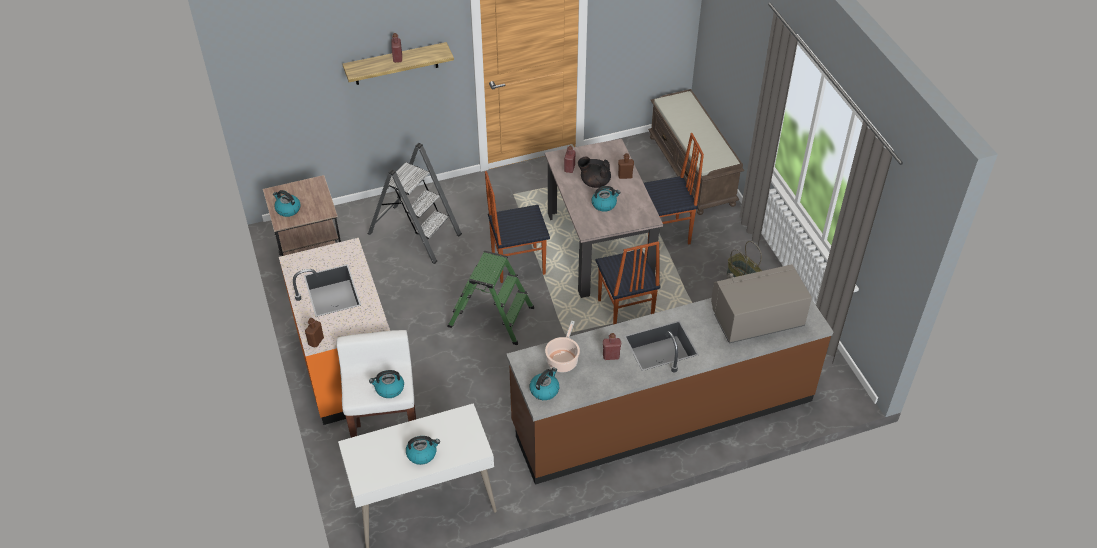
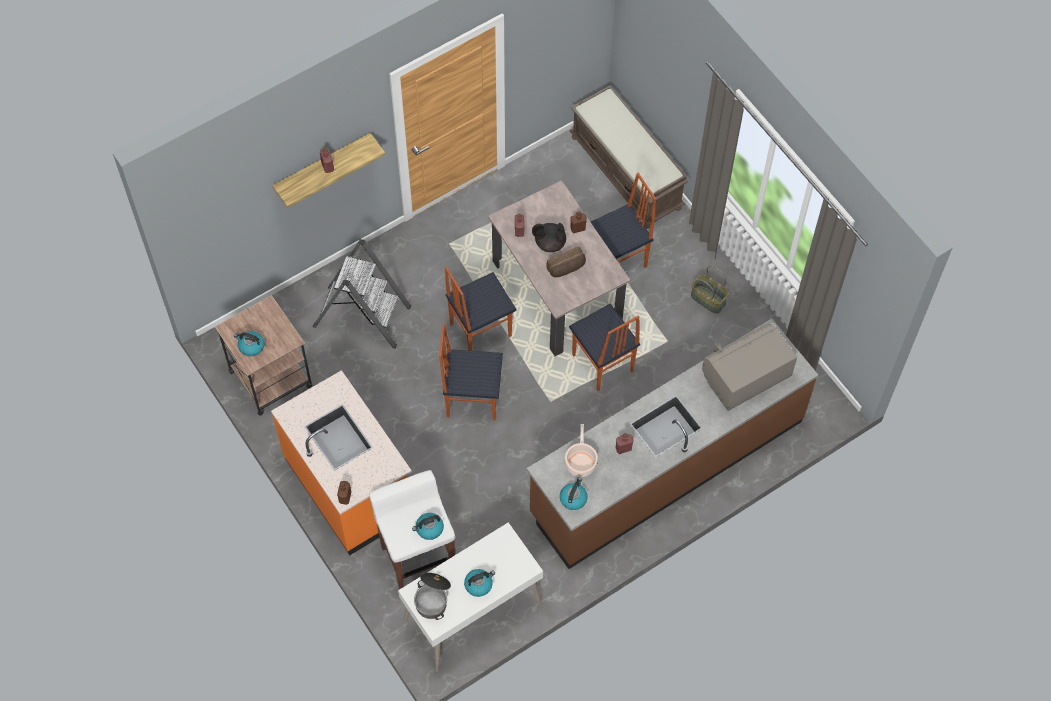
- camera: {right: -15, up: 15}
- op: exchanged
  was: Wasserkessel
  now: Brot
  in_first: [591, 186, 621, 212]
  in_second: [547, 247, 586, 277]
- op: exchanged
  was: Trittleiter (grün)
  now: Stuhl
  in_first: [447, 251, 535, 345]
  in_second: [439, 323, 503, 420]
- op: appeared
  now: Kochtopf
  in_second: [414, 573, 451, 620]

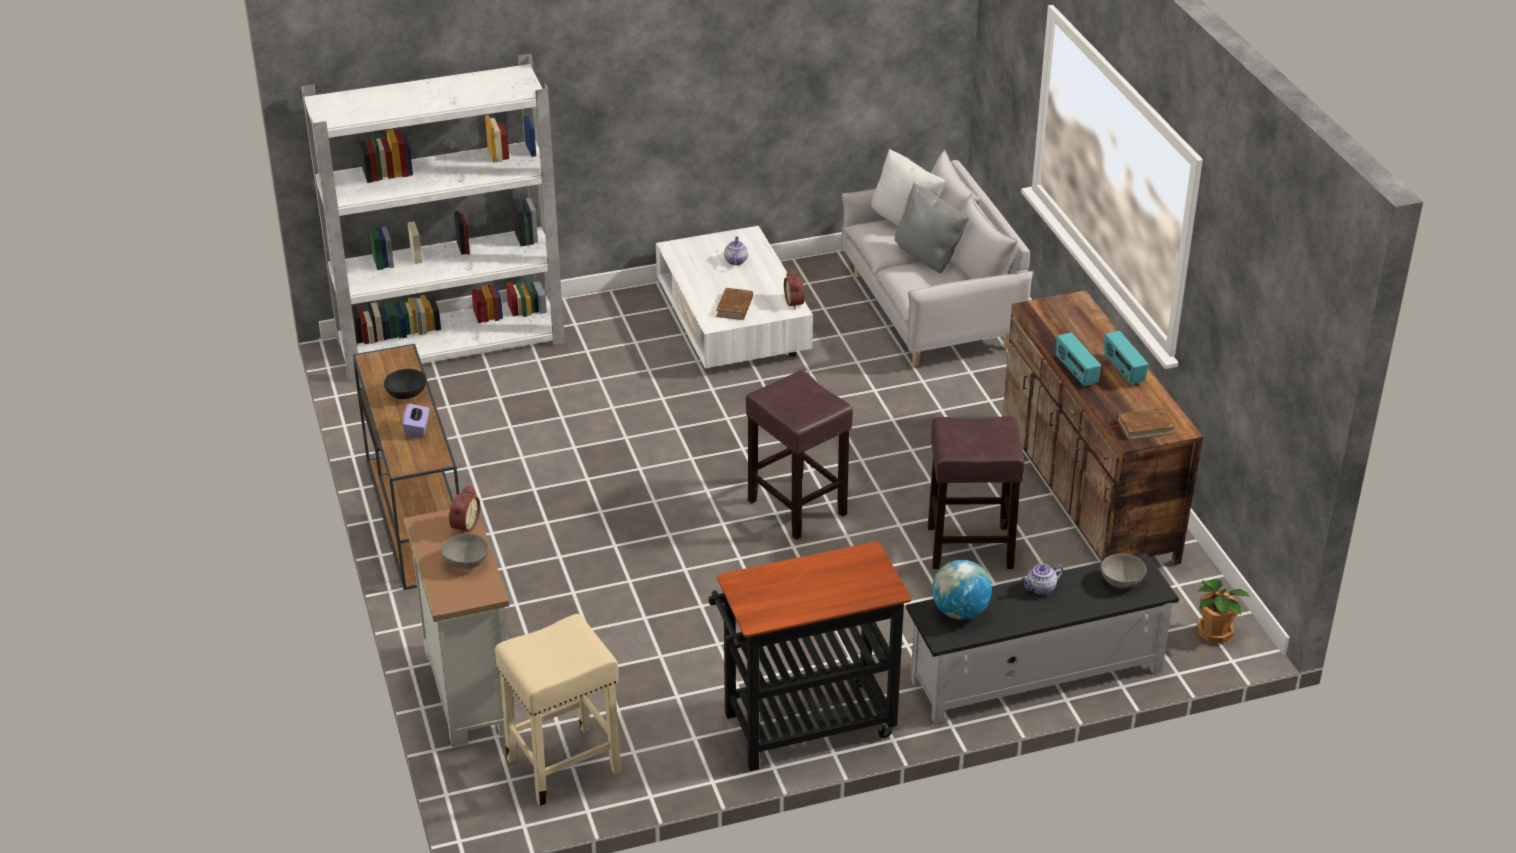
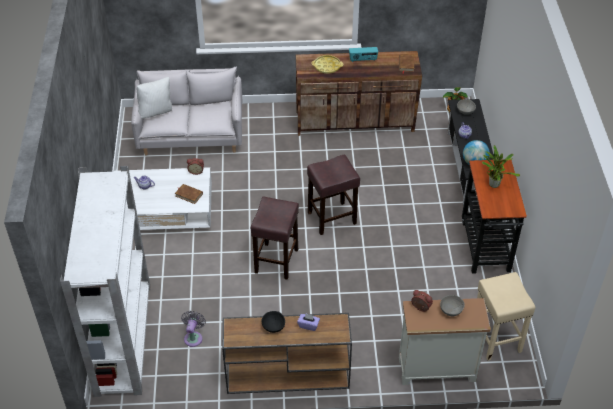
- camera: {right: -75, up: 10}
- op: missing
  was: Kissen (grau)
  in_first: [894, 183, 969, 273]
- op: missing
  was: Radio
  in_first: [1056, 332, 1101, 387]
- op: relocated
  was: Hocker (braun)
  in_first: [928, 417, 1024, 569]
  in_second: [251, 197, 299, 280]
- op: appeared
  now: Tablett (gelb)
  in_second: [312, 55, 343, 74]
- op: appeared
  now: Topfpflanze
  in_second: [482, 145, 520, 188]
- op: appeared
  now: Ventilator (grau)
  in_second: [181, 311, 206, 347]

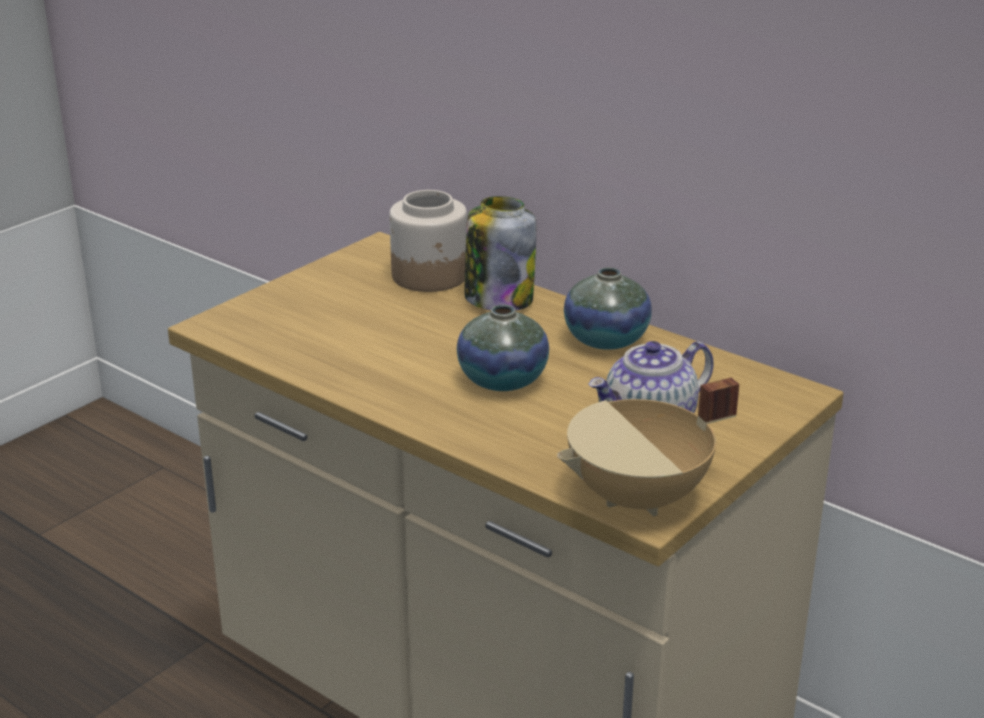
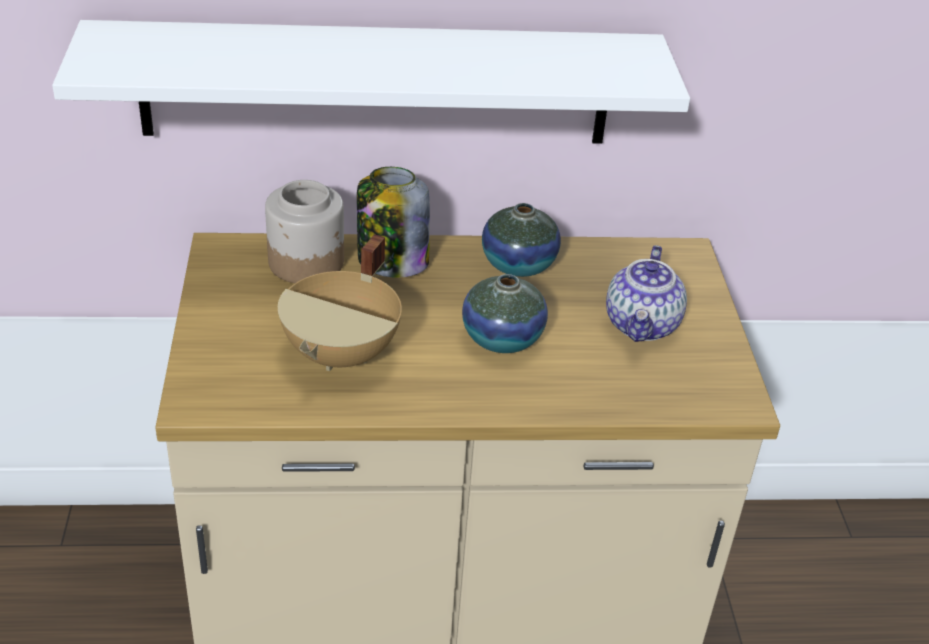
- camera: {right: -45, up: 10}
- op: relocated
  was: Kochtopf (beige)
  in_first: [557, 378, 739, 516]
  in_second: [278, 234, 402, 371]
- op: appeared
  now: Wandregal (weiß)
  in_second: [52, 20, 690, 144]

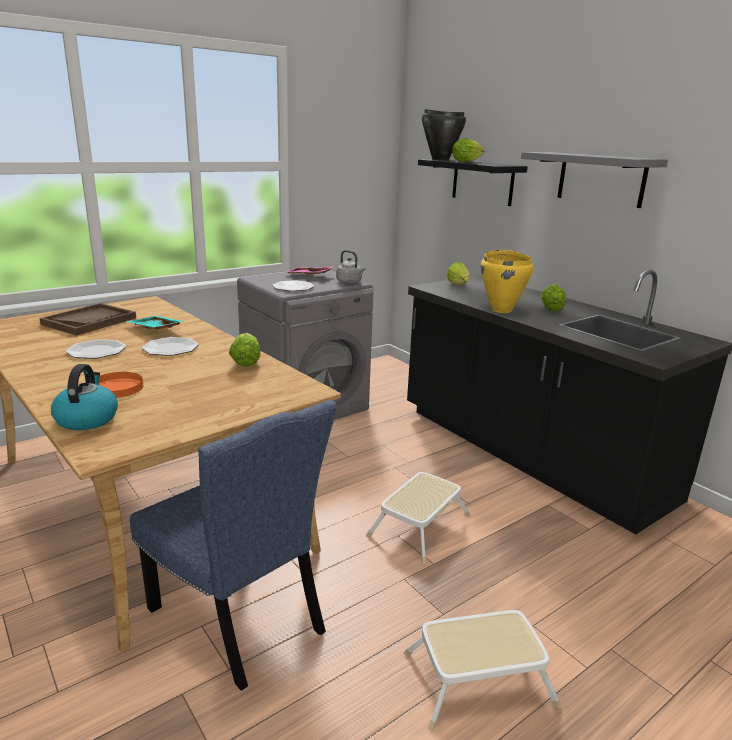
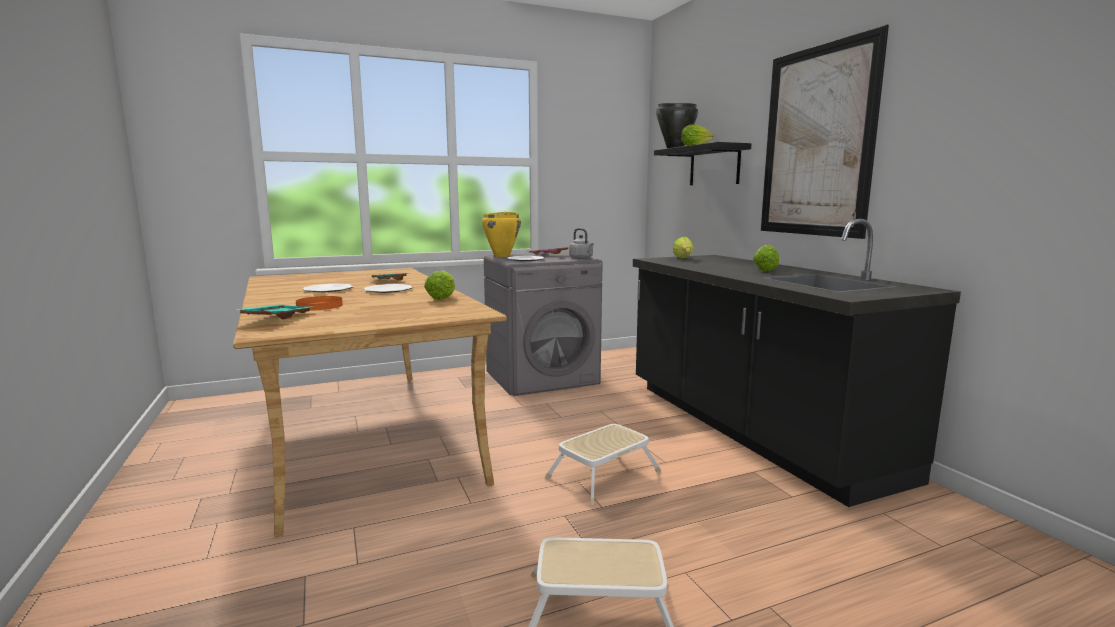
- camera: {right: 15, up: -10}
- op: exchanged
  was: Wandregal (grau)
  now: Bild
  in_first: [521, 152, 668, 208]
  in_second: [761, 25, 889, 239]
- op: relocated
  was: Kochtopf (gelb)
  in_first: [481, 250, 534, 313]
  in_second: [482, 212, 521, 257]
- op: missing
  was: Tablett (braun)
  in_first: [40, 303, 136, 336]
- op: exchanged
  was: Wasserkessel
  now: Tablett (türkis)
  in_first: [51, 364, 118, 430]
  in_second: [236, 304, 310, 319]
- op: missing
  was: Stuhl (blau)
  in_first: [130, 400, 337, 691]

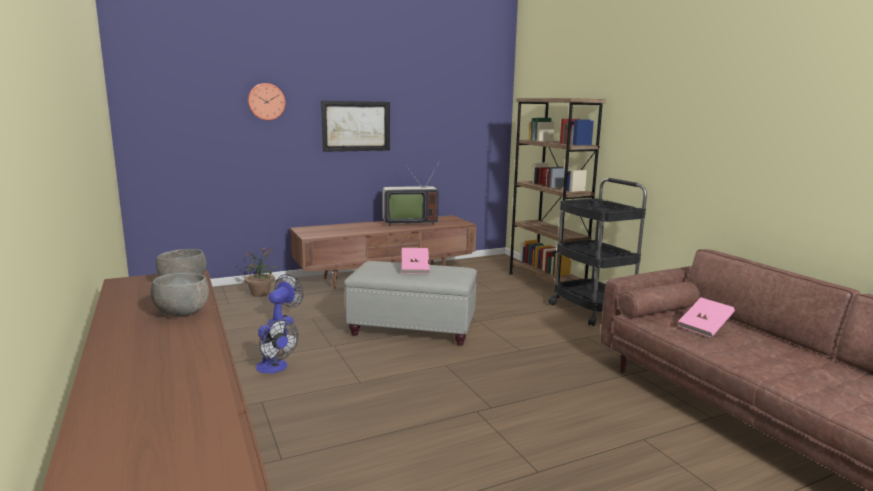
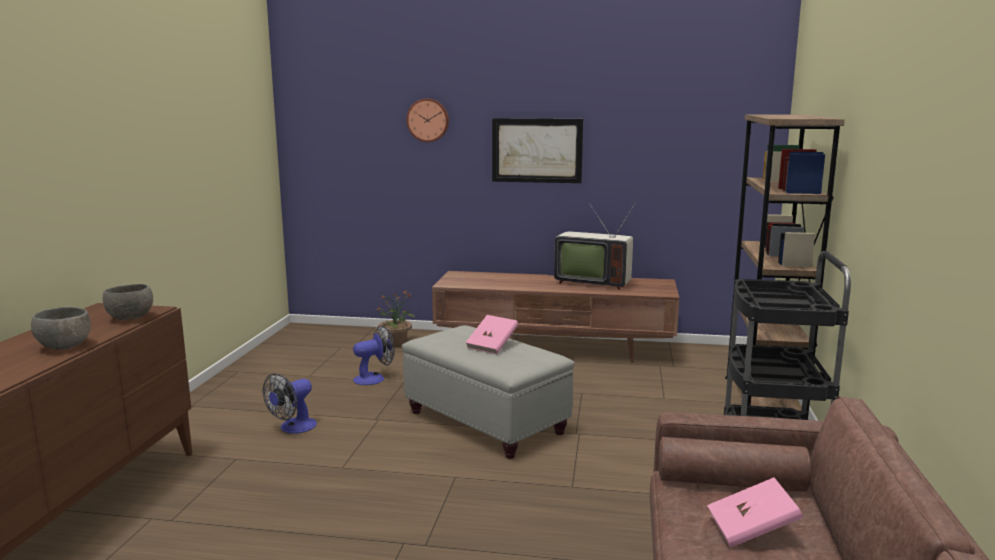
- camera: {right: 35, up: 0}
- op: spun
  was: Ventilator
  in_first: [256, 319, 298, 374]
  in_second: [263, 373, 317, 434]
  clockwise: 45

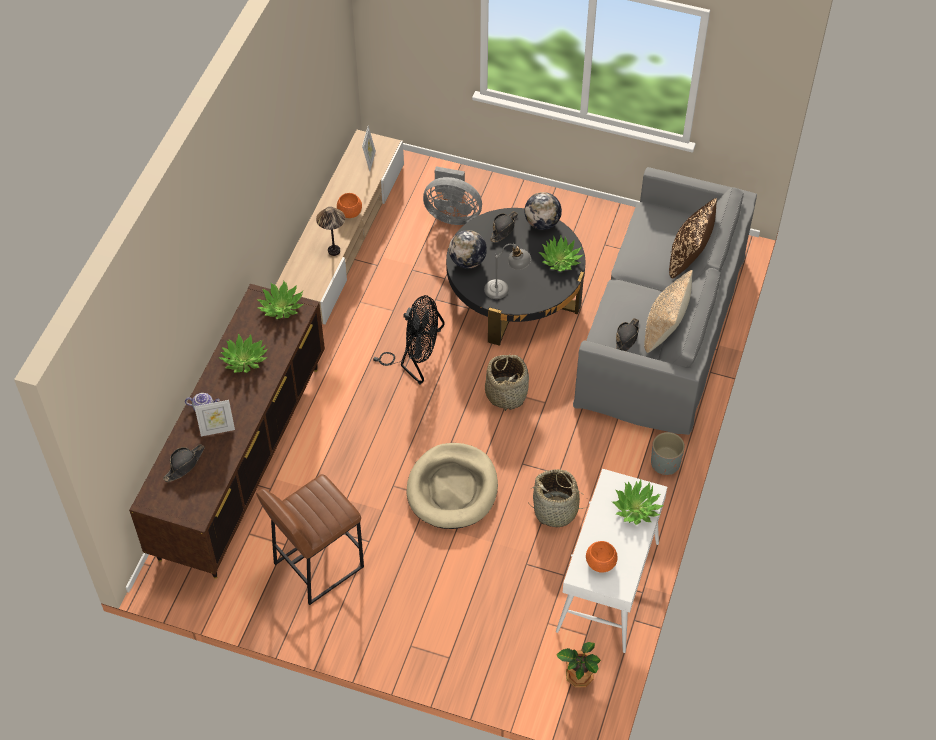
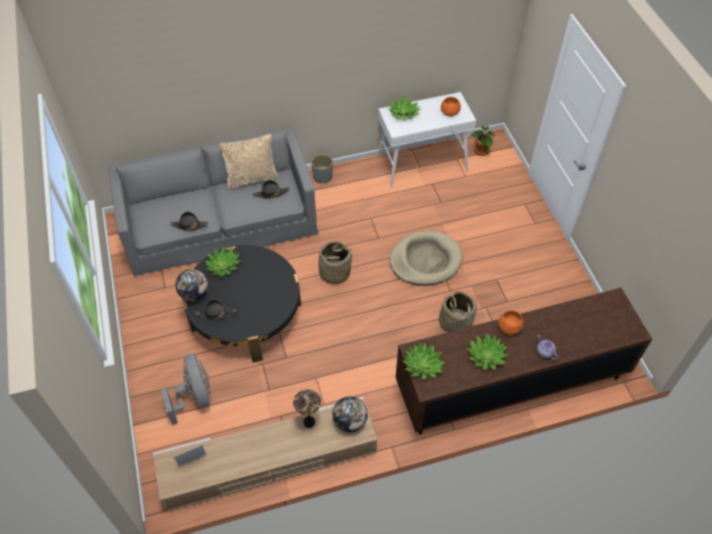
- camera: {right: -125, up: 0}
- op: relocated
  was: Schüssel (orange)
  in_first: [337, 193, 362, 218]
  in_second: [498, 310, 524, 335]
- op: missing
  was: Kissen (braun)
  in_first: [669, 198, 717, 279]
- op: relocated
  was: Globus
  in_first: [449, 230, 487, 268]
  in_second: [332, 397, 368, 432]
- op: missing
  was: Tischlampe (grau)
  in_first: [484, 243, 531, 299]
- op: missing
  was: Ventilator (schwarz)
  in_first: [373, 295, 445, 385]
- op: missing
  was: Bilderrahmen
  in_first: [194, 400, 235, 436]
- op: relocated
  was: Hut (schwarz)
  in_first: [163, 444, 205, 482]
  in_second: [170, 212, 208, 230]
- op: relocated
  was: Korb
  in_first: [528, 469, 589, 527]
  in_second: [439, 291, 477, 332]
- op: missing
  was: Hocker (braun)
  in_first: [256, 474, 364, 605]

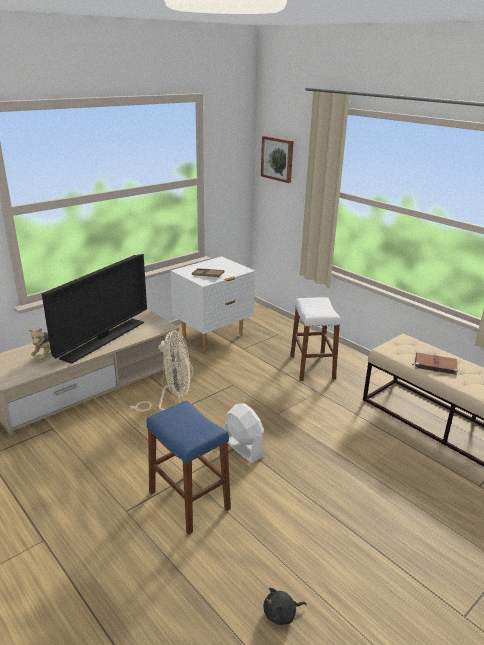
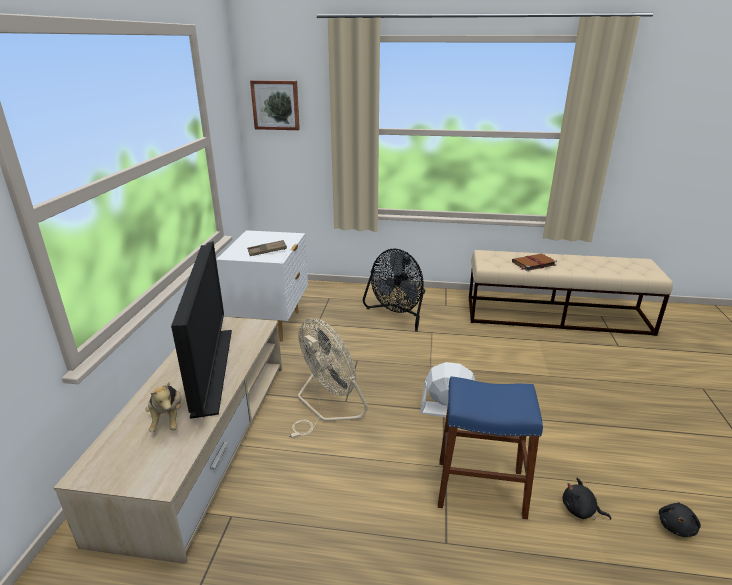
- camera: {right: -40, up: 0}
- op: exchanged
  was: Hocker (weiß)
  now: Ventilator (schwarz)
  in_first: [290, 297, 341, 381]
  in_second: [363, 249, 426, 331]
- op: appeared
  now: Plüschtier (schwarz)
  in_second: [563, 478, 611, 520]

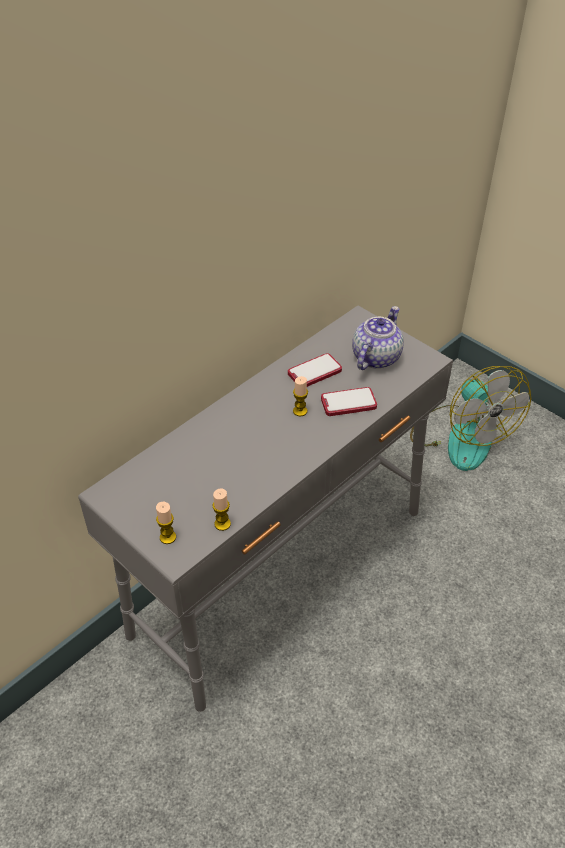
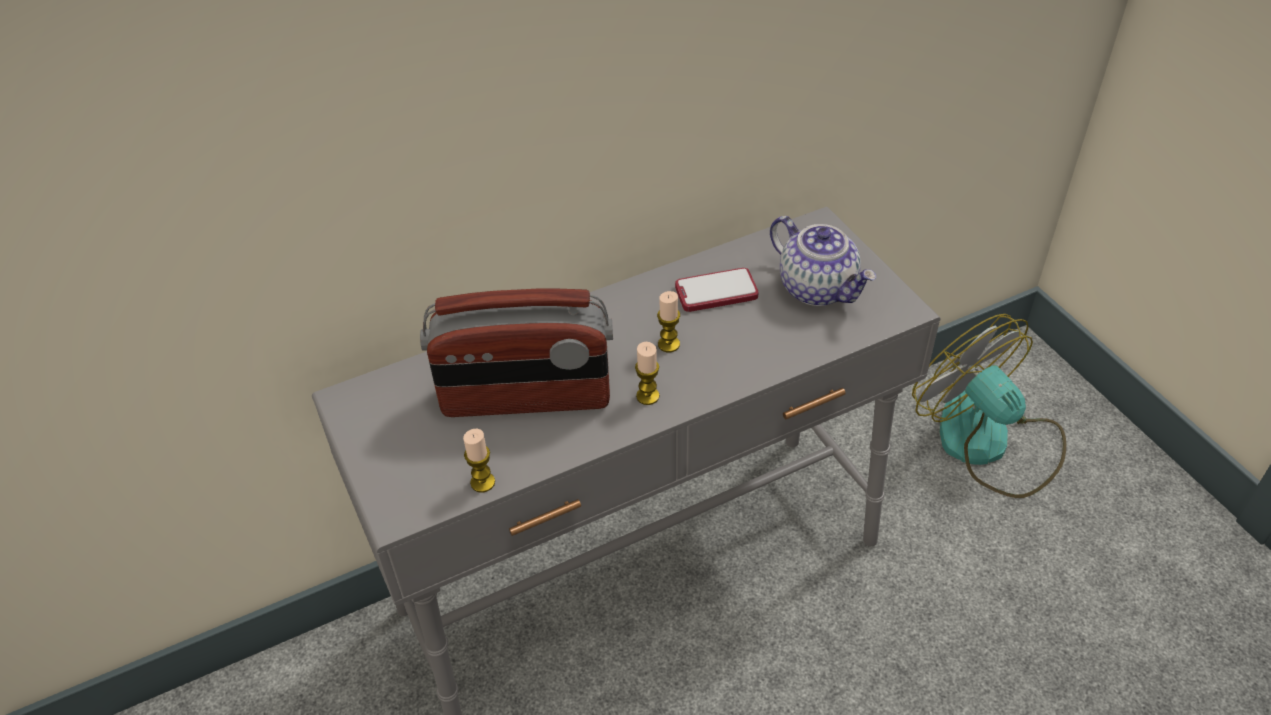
- camera: {right: 20, up: 0}
- op: spun
  was: Teekanne
  in_first: [352, 306, 404, 370]
  in_second: [770, 216, 876, 306]
  clockwise: 90
- op: spun
  was: Ventilator
  in_first: [410, 366, 531, 471]
  in_second: [912, 314, 1066, 498]
  clockwise: 150
- op: missing
  was: Handy
  in_first: [321, 387, 377, 416]
- op: relocated
  was: Kerze
  in_first: [156, 502, 176, 544]
  in_second: [635, 342, 660, 405]
- op: appeared
  now: Radio
  in_second: [420, 288, 613, 417]

